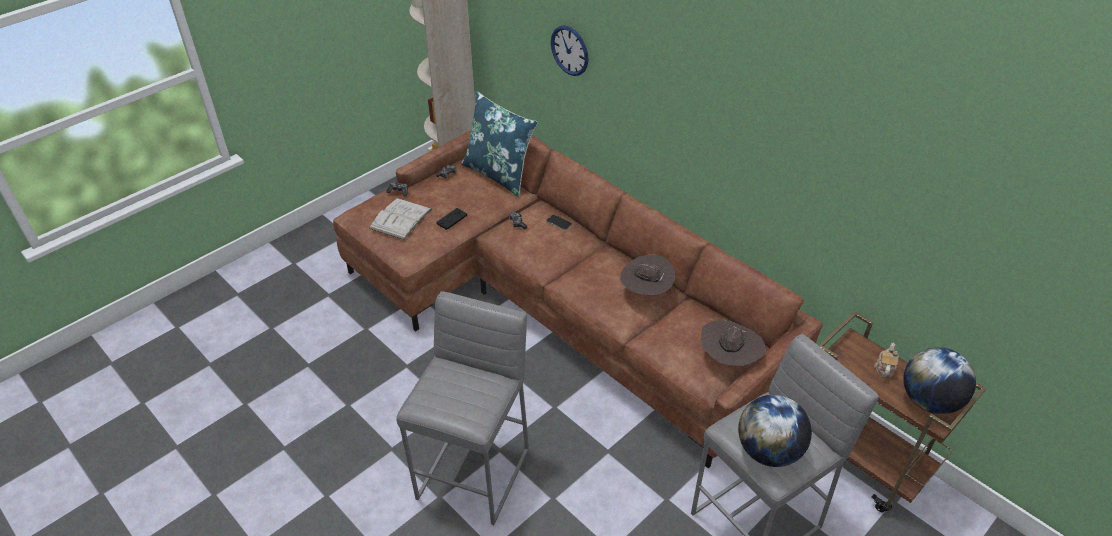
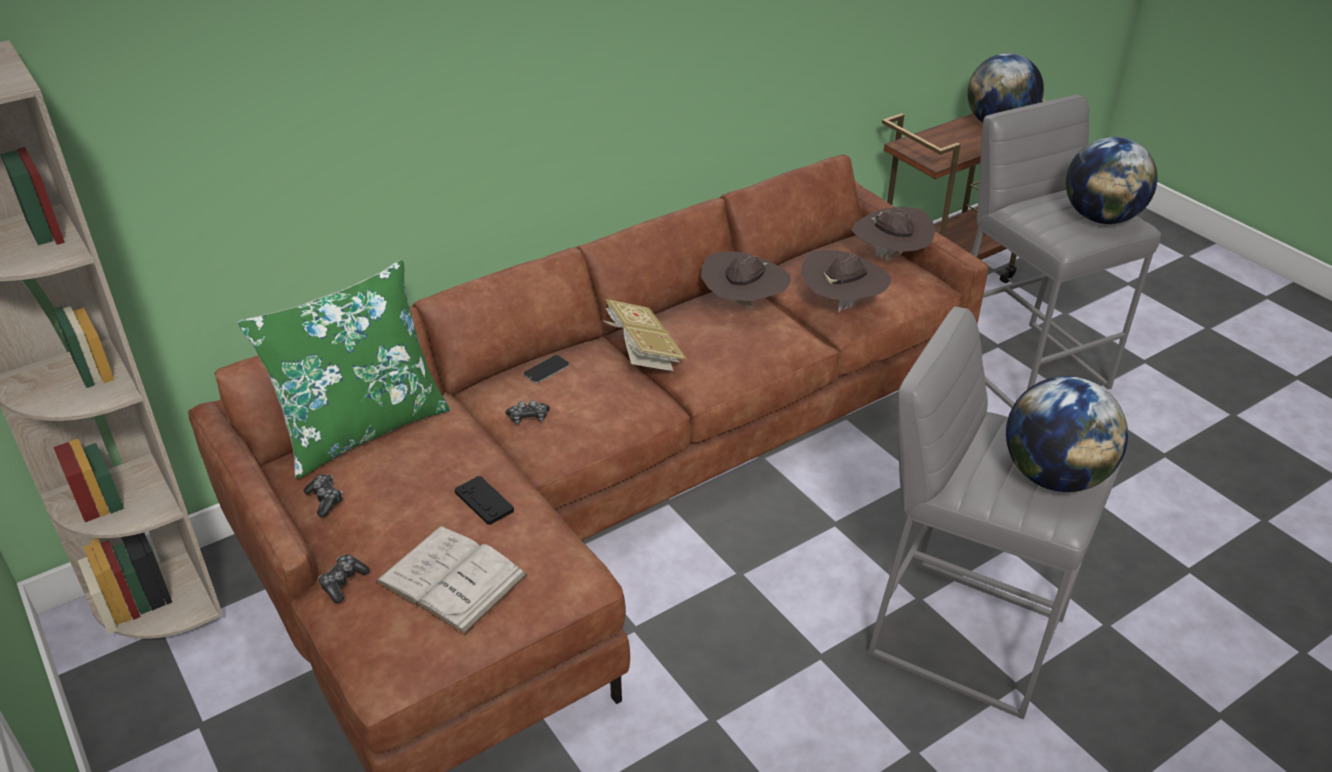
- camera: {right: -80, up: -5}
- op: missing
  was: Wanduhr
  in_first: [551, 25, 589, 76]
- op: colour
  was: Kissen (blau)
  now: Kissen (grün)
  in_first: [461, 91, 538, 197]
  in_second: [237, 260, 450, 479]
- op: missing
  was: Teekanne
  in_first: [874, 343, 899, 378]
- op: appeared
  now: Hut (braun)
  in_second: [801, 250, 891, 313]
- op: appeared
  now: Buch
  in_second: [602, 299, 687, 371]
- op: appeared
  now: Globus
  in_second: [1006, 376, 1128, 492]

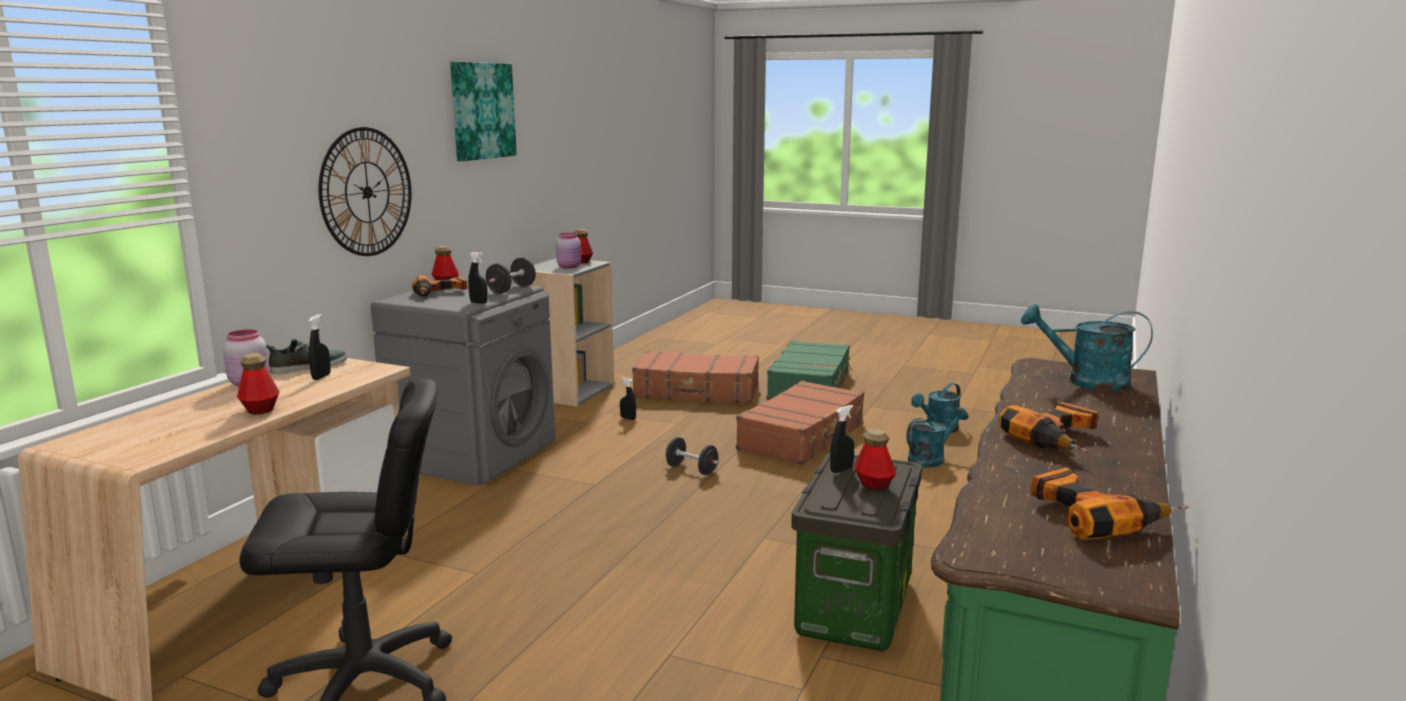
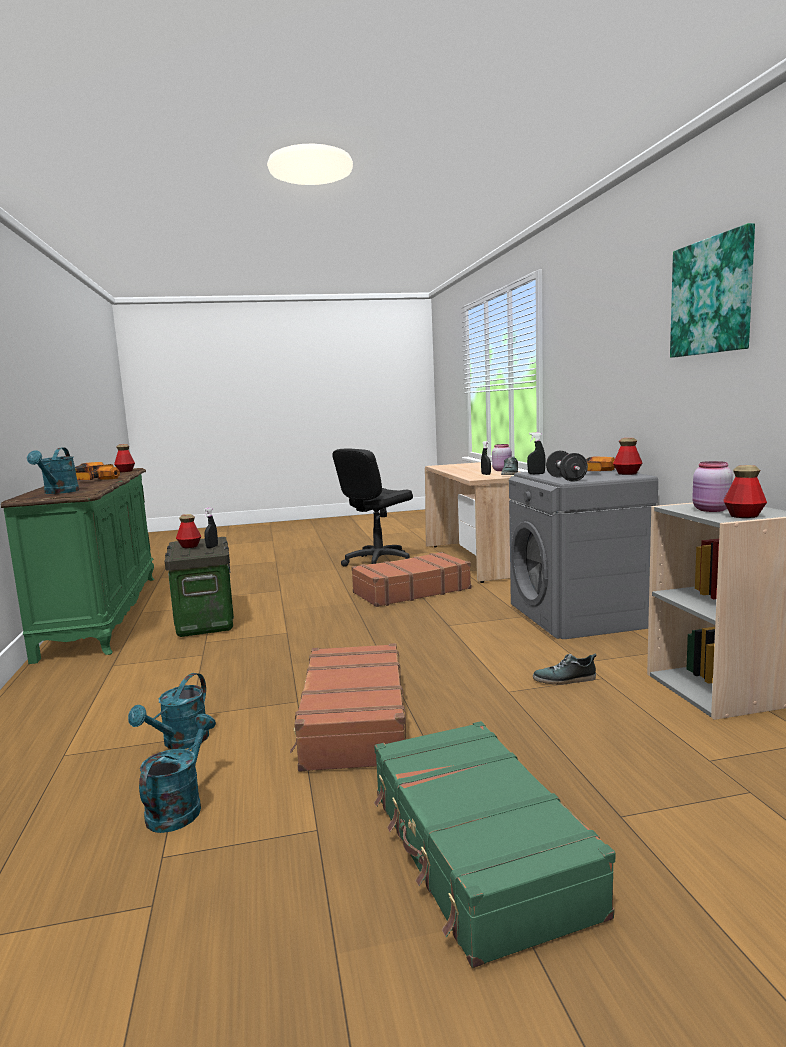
- camera: {right: 145, up: -5}
- op: missing
  was: Wanduhr
  in_first: [318, 127, 411, 256]
- op: spun
  was: Gießkanne (türkis)
  in_first: [1021, 304, 1153, 391]
  in_second: [27, 447, 79, 494]
  clockwise: 105
- op: relocated
  was: Koffer (braun)
  in_first: [632, 351, 759, 404]
  in_second: [351, 552, 471, 607]
- op: relocated
  was: Flasche
  in_first: [237, 353, 280, 415]
  in_second: [114, 444, 135, 472]
- op: exchanged
  was: Sprühflasche (schwarz)
  now: Schuh
  in_first: [620, 377, 636, 420]
  in_second: [533, 653, 597, 685]
- op: missing
  was: Hantel (schwarz)
  in_first: [665, 437, 719, 476]

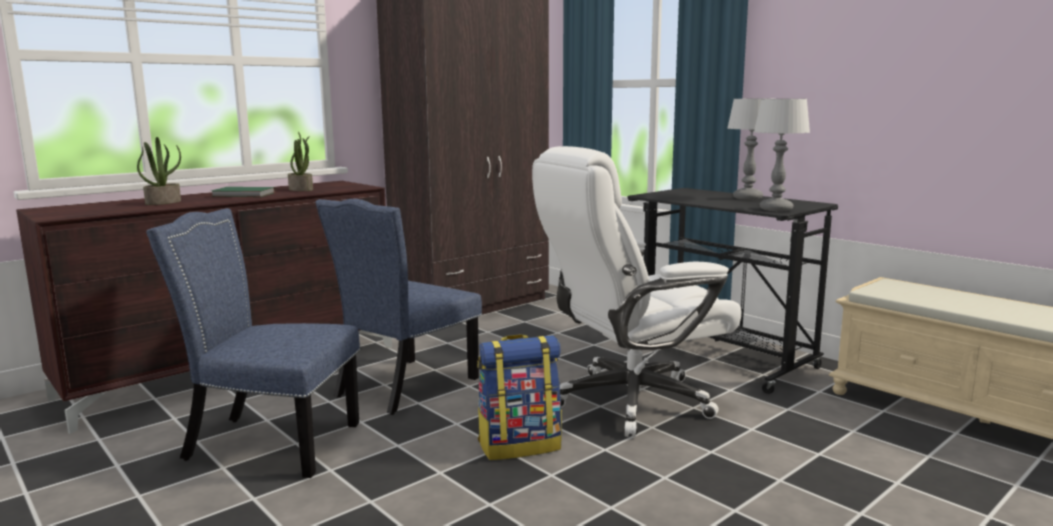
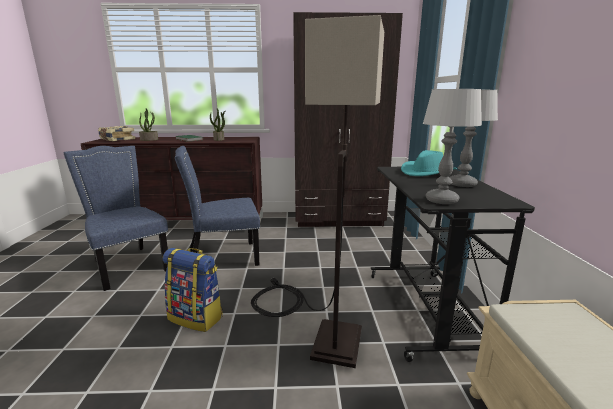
- camera: {right: 40, up: 5}
- op: exchanged
  was: Bürostuhl (weiß)
  now: Stehlampe
  in_first: [532, 146, 742, 437]
  in_second: [251, 15, 384, 368]
- op: appeared
  now: Buch
  in_second: [98, 126, 135, 141]
- op: appeared
  now: Hut (türkis)
  in_second: [401, 150, 457, 176]

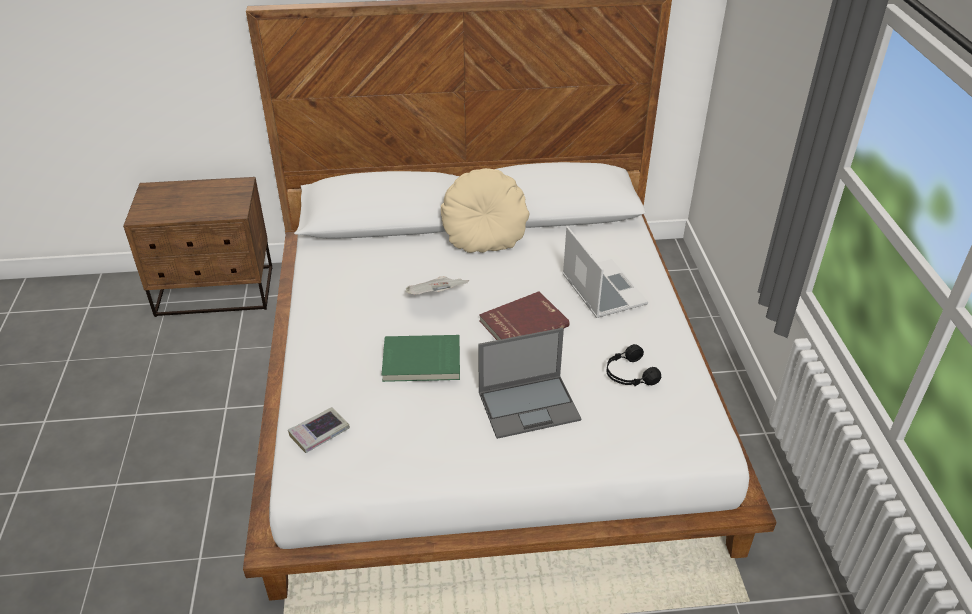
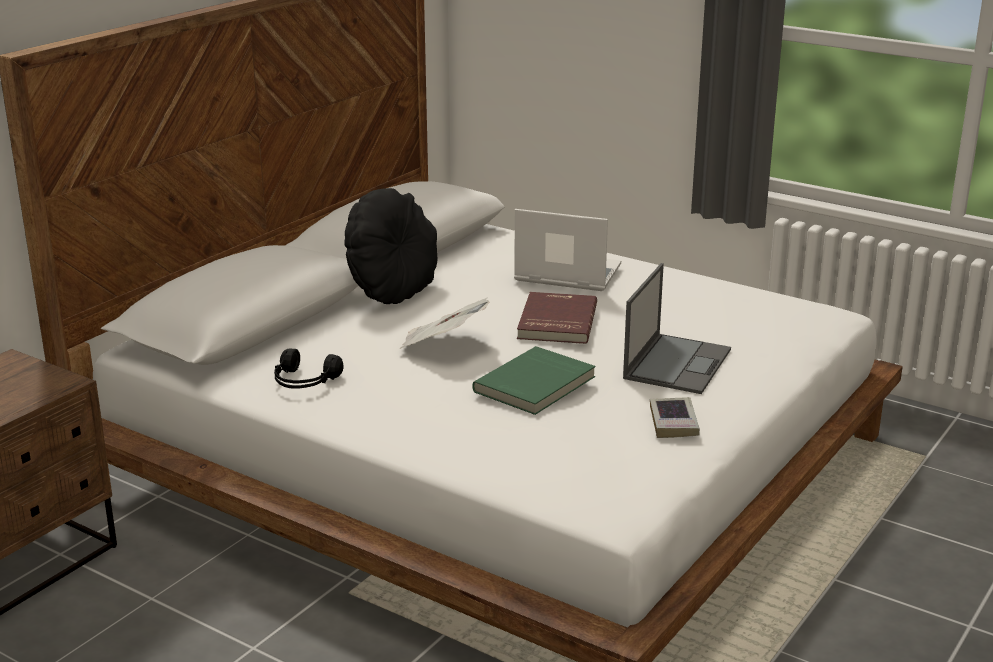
- camera: {right: -50, up: -15}
- op: colour
  was: Kissen (beige)
  now: Kissen (schwarz)
  in_first: [441, 168, 529, 253]
  in_second: [344, 188, 437, 304]
- op: relocated
  was: Kopfhörer (schwarz)
  in_first: [606, 344, 661, 386]
  in_second: [274, 349, 344, 389]
- op: relocated
  was: Buch
  in_first: [288, 407, 350, 453]
  in_second: [650, 397, 700, 438]

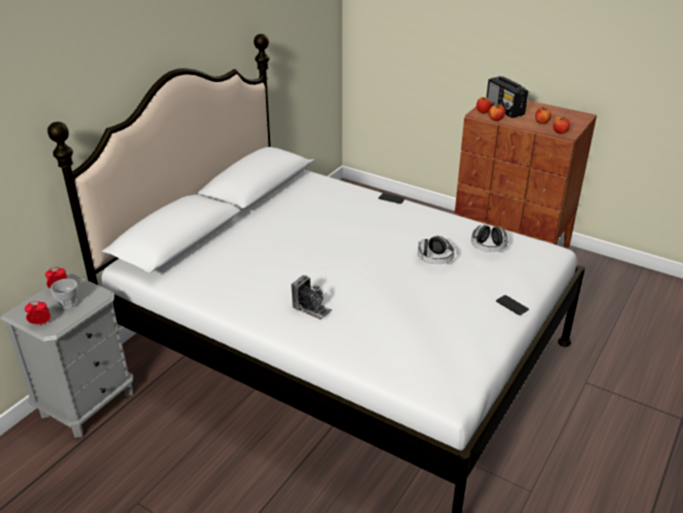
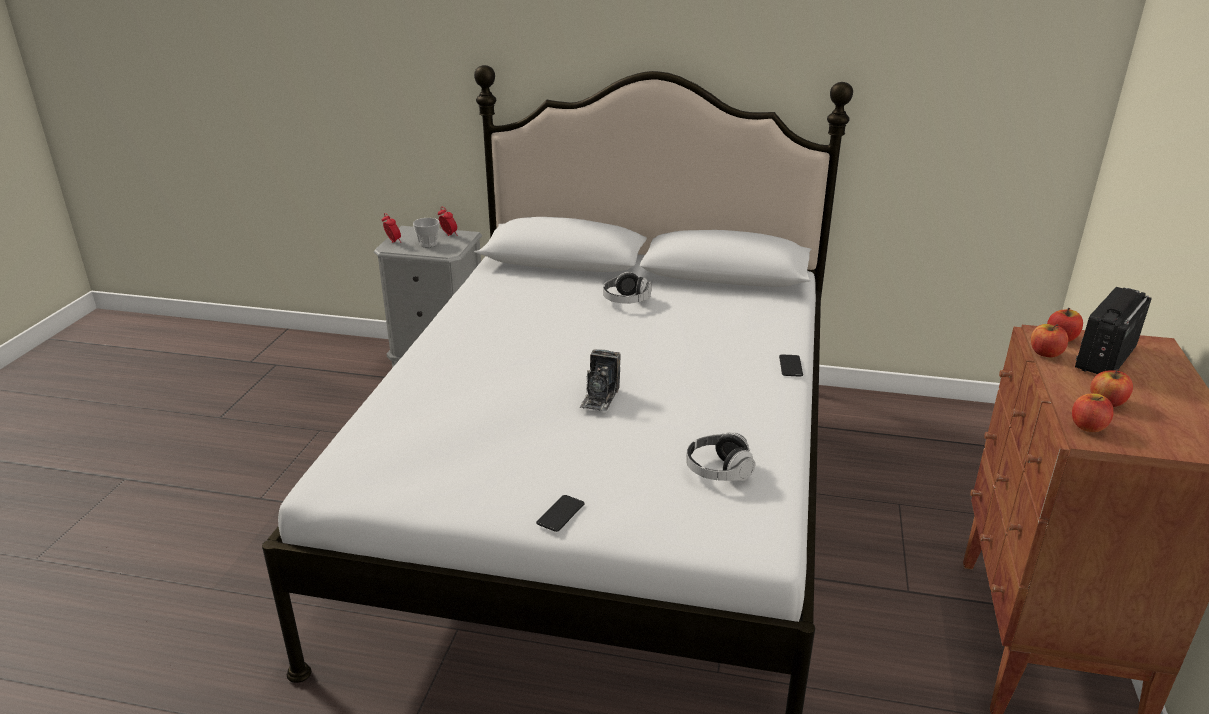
- camera: {right: 70, up: -5}
- op: relocated
  was: Kopfhörer
  in_first: [418, 236, 455, 264]
  in_second: [603, 272, 652, 304]
- op: relocated
  was: Kamera
  in_first: [291, 275, 332, 320]
  in_second: [579, 349, 621, 412]

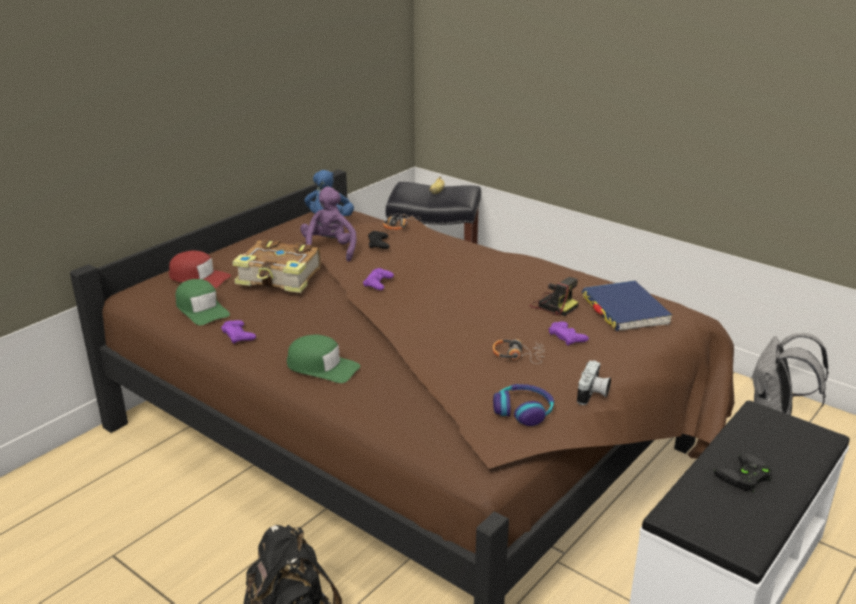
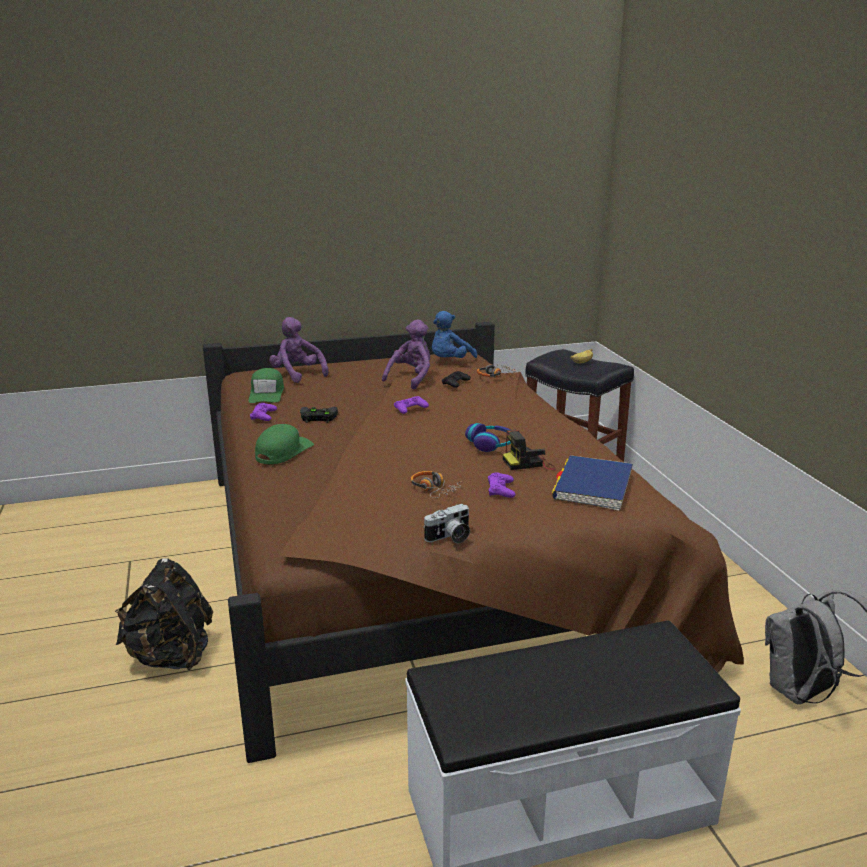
- camera: {right: 35, up: -5}
- op: missing
  was: Buch
  in_first: [232, 239, 321, 293]
- op: exchanged
  was: Kappe (rot)
  now: Plüschtier (lila)
  in_first: [169, 251, 231, 288]
  in_second: [269, 317, 328, 383]
- op: spun
  was: Kamera
  in_first: [529, 277, 579, 316]
  in_second: [503, 430, 556, 470]
  clockwise: 90
- op: spun
  was: Kappe (grün)
  in_first: [287, 335, 361, 383]
  in_second: [255, 424, 314, 464]
  clockwise: -120
- op: relocated
  was: Kopfhörer
  in_first: [493, 384, 554, 426]
  in_second: [465, 423, 511, 452]
- op: relocated
  was: Gamepad (schwarz)
  in_first: [714, 453, 773, 492]
  in_second: [300, 407, 338, 423]

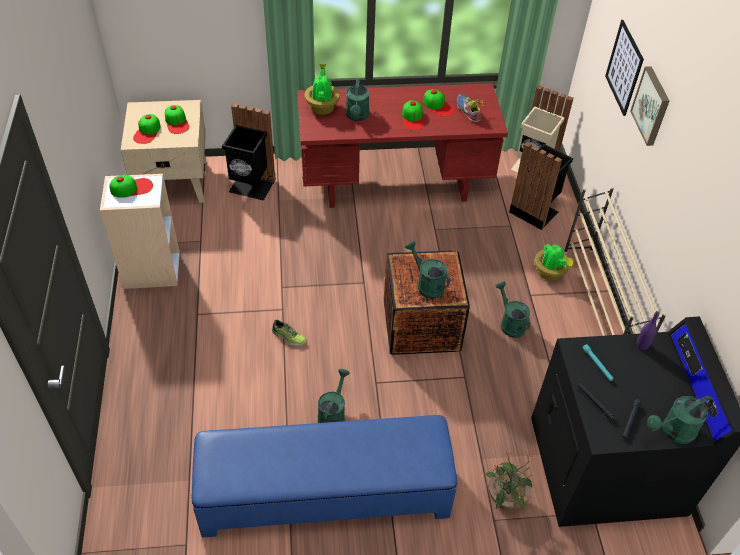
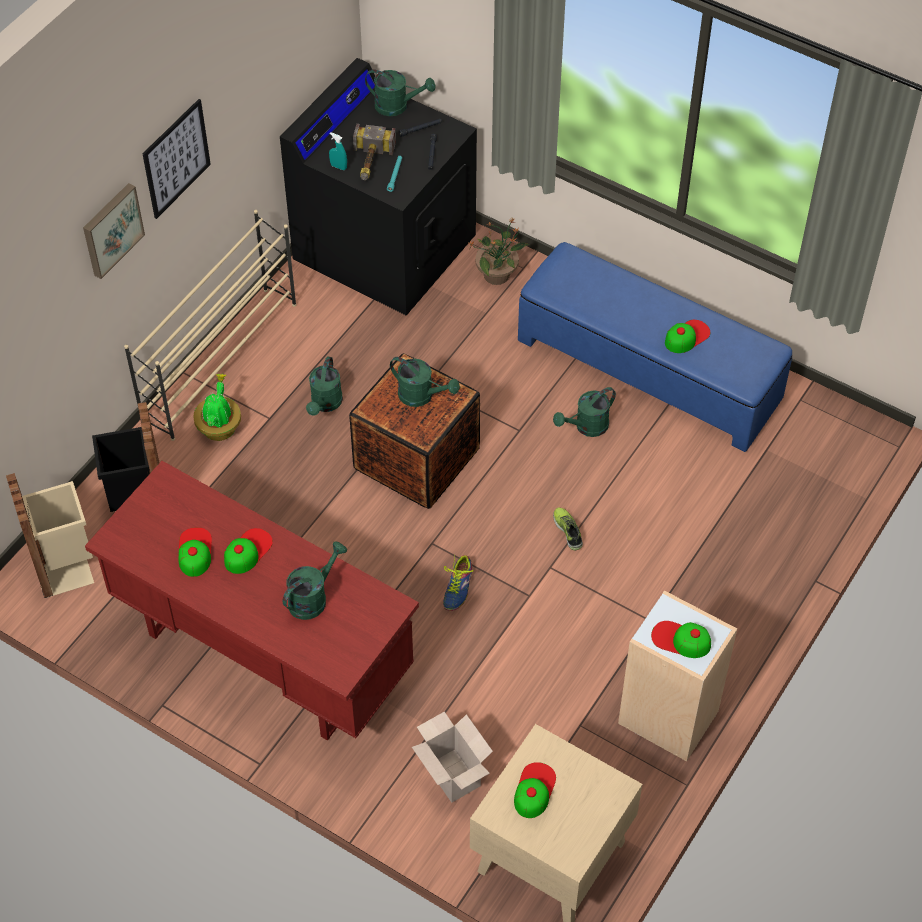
- camera: {right: -140, up: 5}
- op: relocated
  was: Bild
  in_first: [605, 20, 644, 116]
  in_second: [142, 99, 211, 219]
- op: missing
  was: Topfpflanze
  in_first: [305, 64, 340, 115]
- op: relocated
  was: Schuh
  in_first: [457, 94, 483, 122]
  in_second: [443, 555, 474, 611]
- op: exchanged
  was: Mülleimer (schwarz)
  now: Karton
  in_first: [222, 103, 276, 201]
  in_second: [412, 711, 493, 803]
- op: relocated
  was: Kappe
  in_first: [133, 114, 161, 144]
  in_second: [665, 320, 710, 353]
- op: spun
  was: Gießkanne (grün)
  in_first: [405, 241, 450, 299]
  in_second: [390, 357, 460, 407]
  clockwise: -60
- op: exchanged
  was: Flasche (lila)
  now: Sprühflasche (türkis)
  in_first: [636, 311, 659, 350]
  in_second: [329, 132, 347, 170]
- op: appeared
  now: Hammer
  in_second: [353, 124, 396, 180]

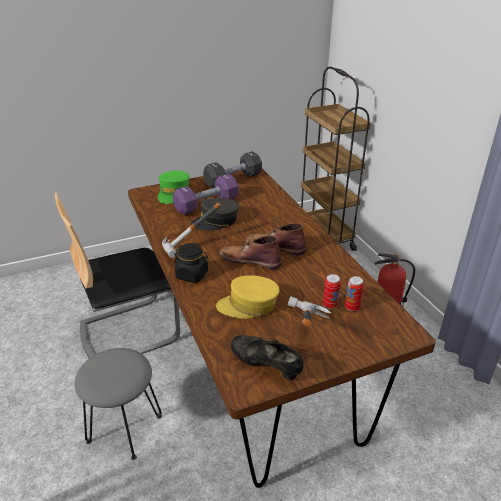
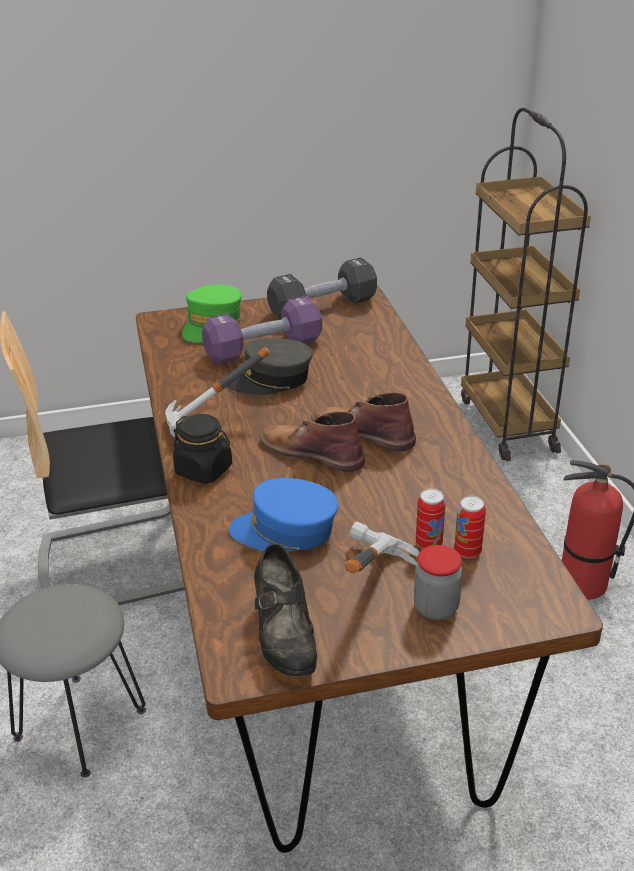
- camera: {right: 10, up: 0}
- op: colour
  was: Kappe (gelb)
  now: Kappe (blau)
  in_first: [216, 275, 280, 319]
  in_second: [229, 478, 339, 552]
- op: spun
  was: Schuh (schwarz)
  in_first: [231, 335, 304, 381]
  in_second: [254, 544, 317, 677]
  clockwise: -150
- op: appeared
  now: Vorratsglas
  in_second: [414, 545, 463, 620]

